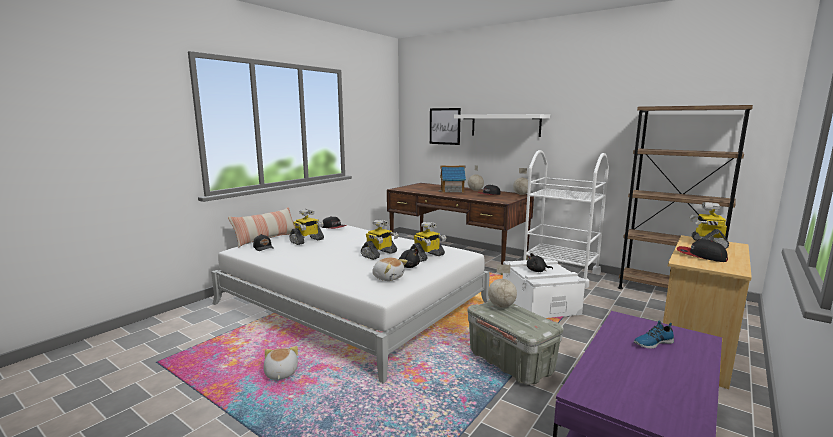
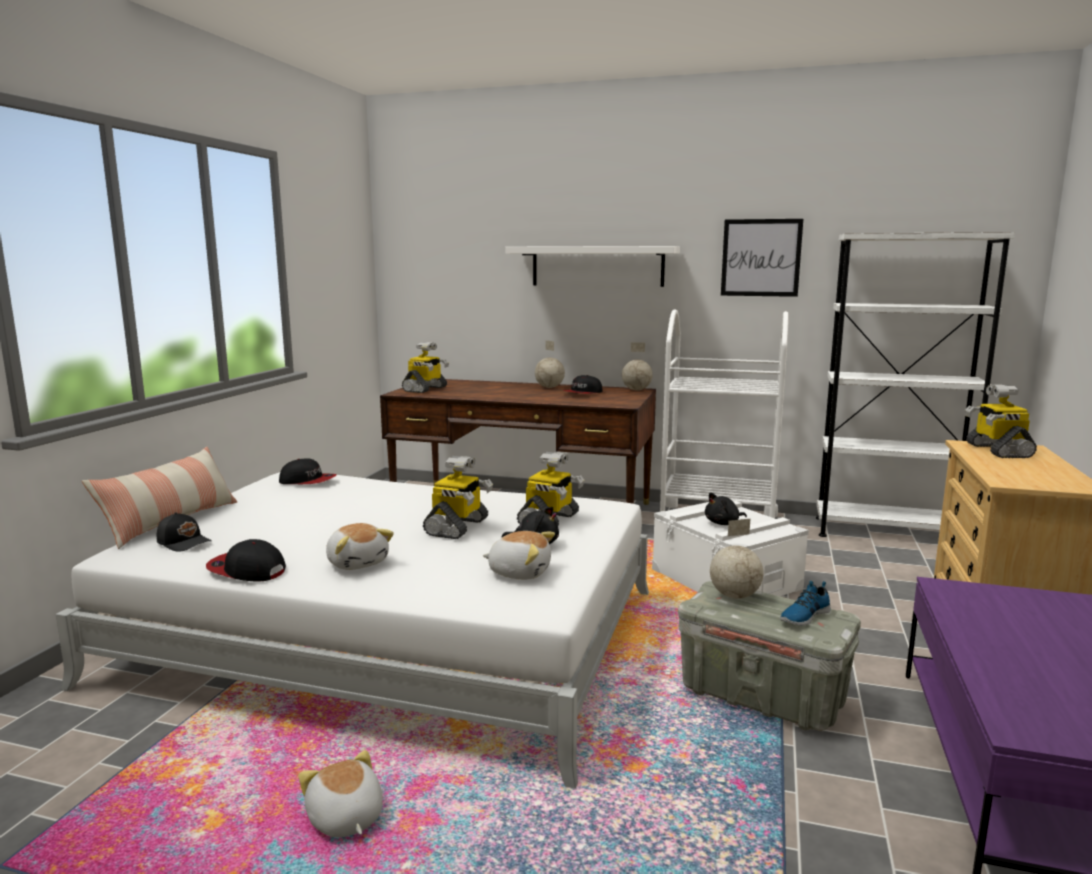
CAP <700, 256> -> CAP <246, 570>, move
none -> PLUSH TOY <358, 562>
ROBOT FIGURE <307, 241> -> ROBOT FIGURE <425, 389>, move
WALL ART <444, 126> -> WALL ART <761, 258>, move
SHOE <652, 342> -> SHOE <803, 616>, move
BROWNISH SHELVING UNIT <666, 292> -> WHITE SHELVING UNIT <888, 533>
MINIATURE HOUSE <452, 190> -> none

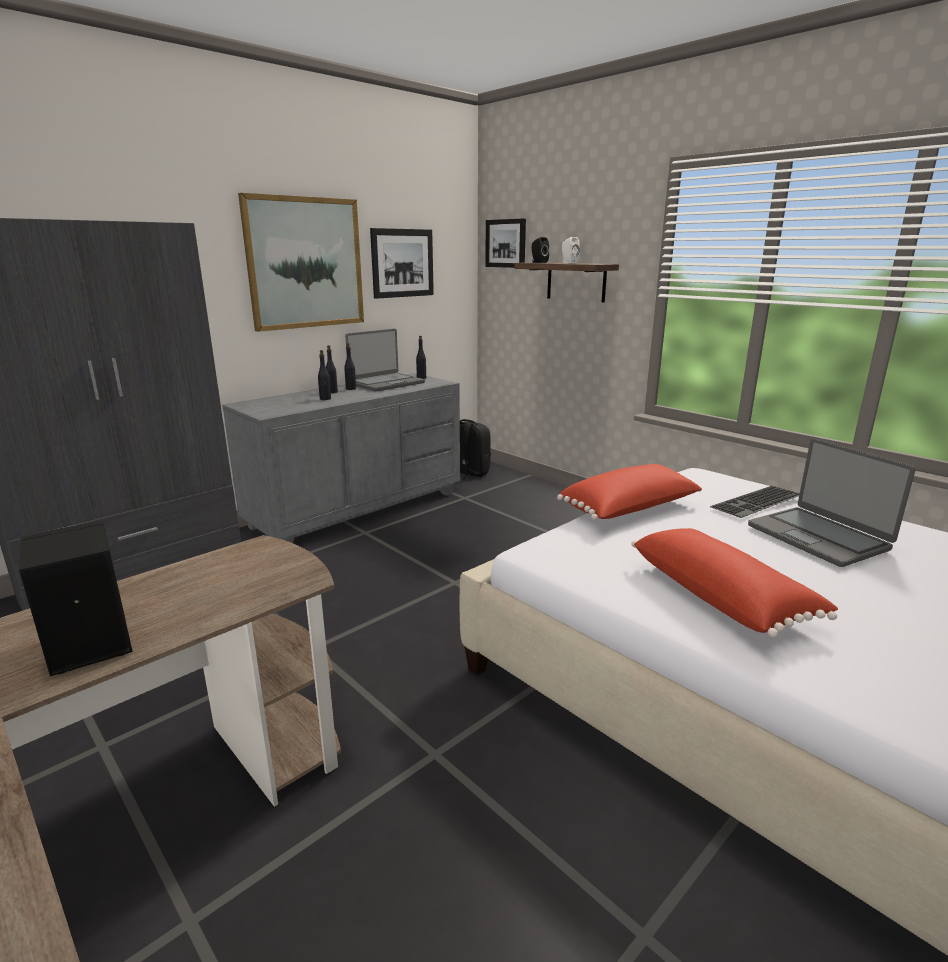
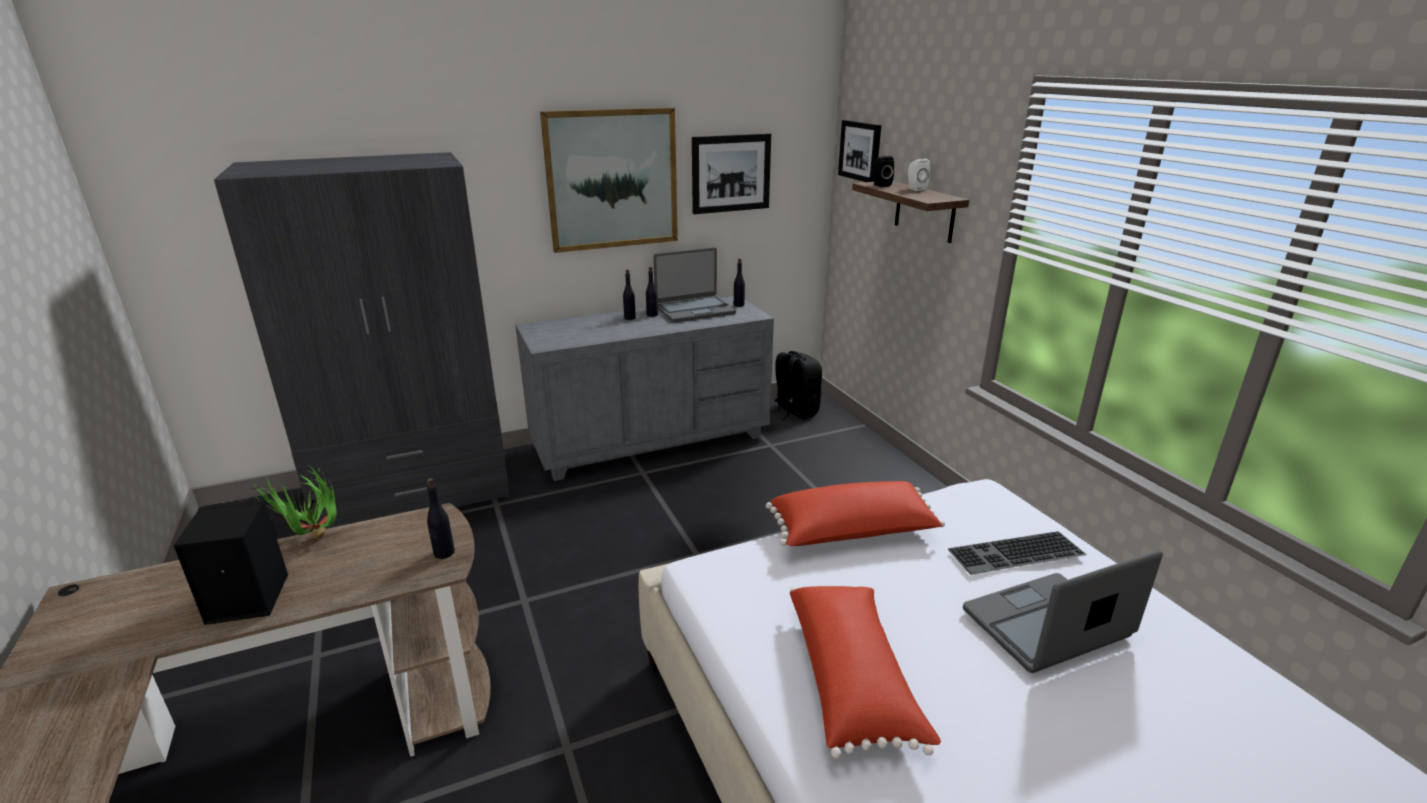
none -> HOUSEPLANT <313, 542>
BLACKISH BOTTLE <325, 399> -> BLACKISH BOTTLE <444, 553>, move
NOTEBOOK COMPUTER <818, 537> -> NOTEBOOK COMPUTER <1047, 625>, 75 degrees clockwise

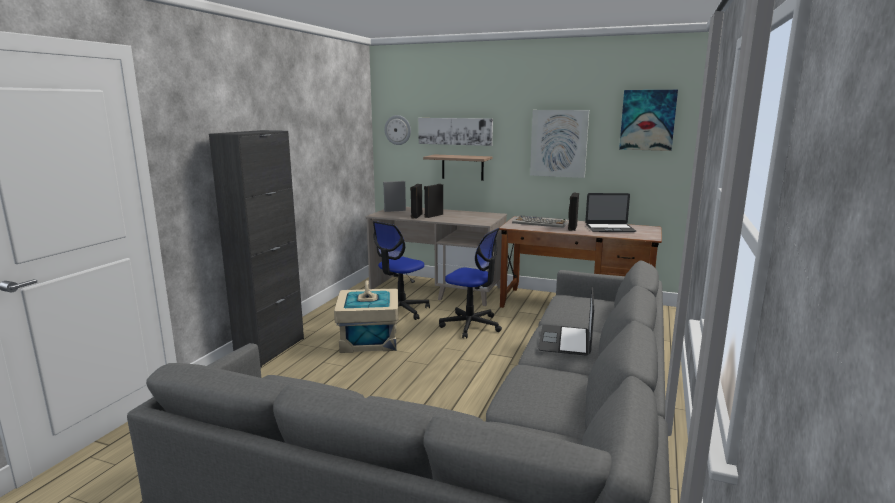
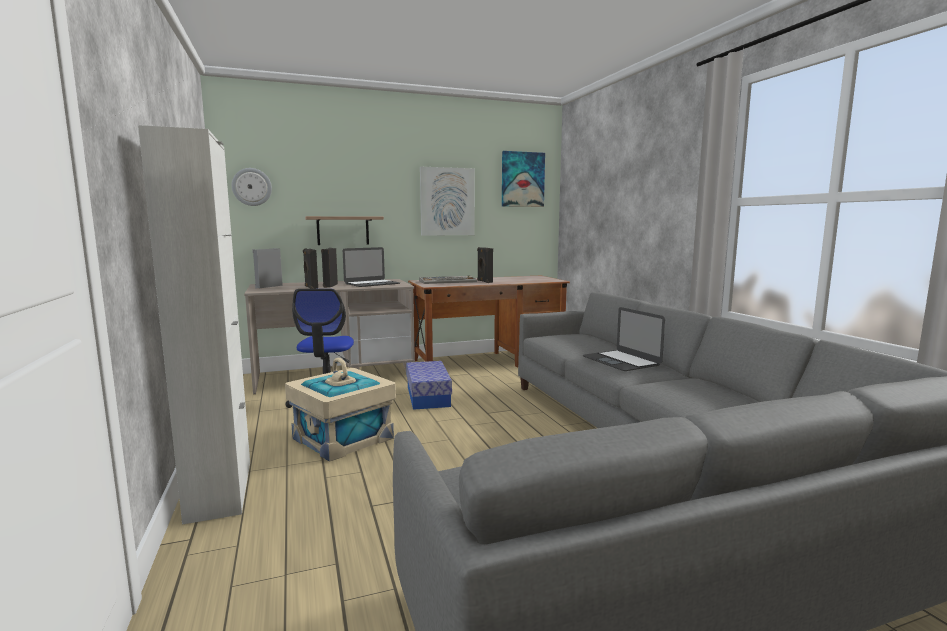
BLACKISH STORAGE CABINET <270, 350> -> WHITE STORAGE CABINET <220, 490>
NOTEBOOK COMPUTER <610, 228> -> NOTEBOOK COMPUTER <372, 283>, move
OFFICE CHAIR <471, 325> -> STORAGE BOX <428, 396>
WALL ART <455, 131> -> none

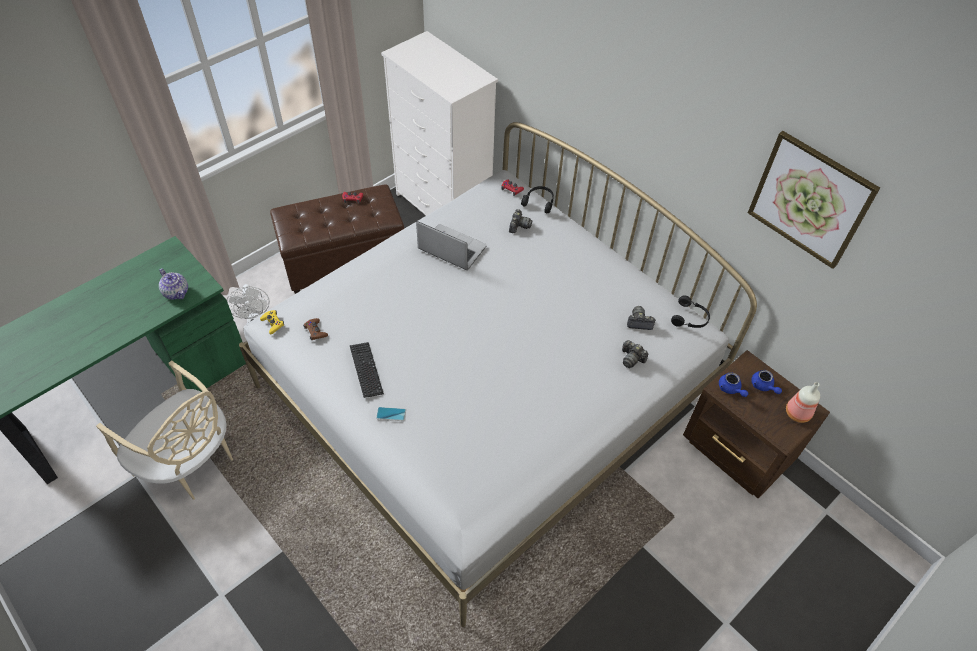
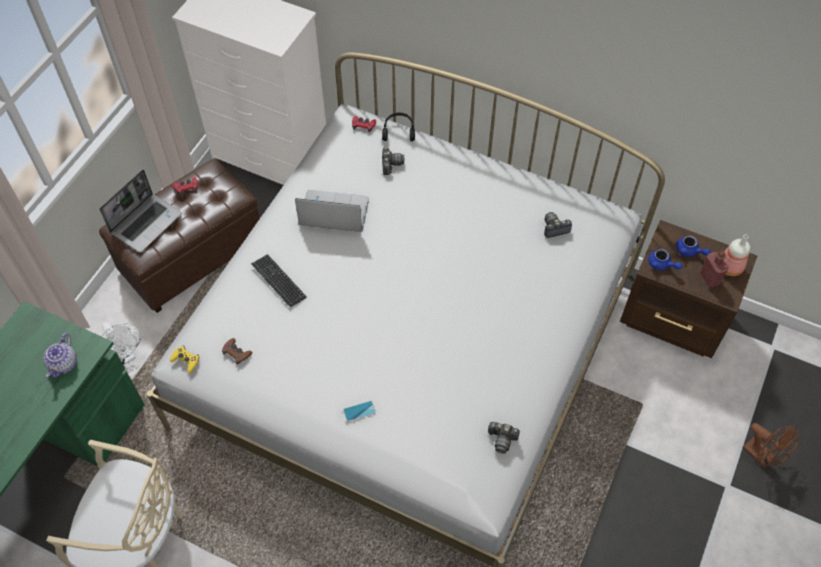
POT FOR TEA <177, 292> -> POT FOR TEA <64, 364>, 75 degrees clockwise
none -> NOTEBOOK COMPUTER <146, 223>
COMPUTER KEYBOARD <366, 370> -> COMPUTER KEYBOARD <279, 281>, move
STILL CAMERA <631, 358> -> STILL CAMERA <502, 439>, move
none -> RED BOTTLE <709, 278>
none -> BROWNISH FAN <762, 456>
BLACKISH HEADSET <690, 318> -> none
WALL ART <810, 199> -> none

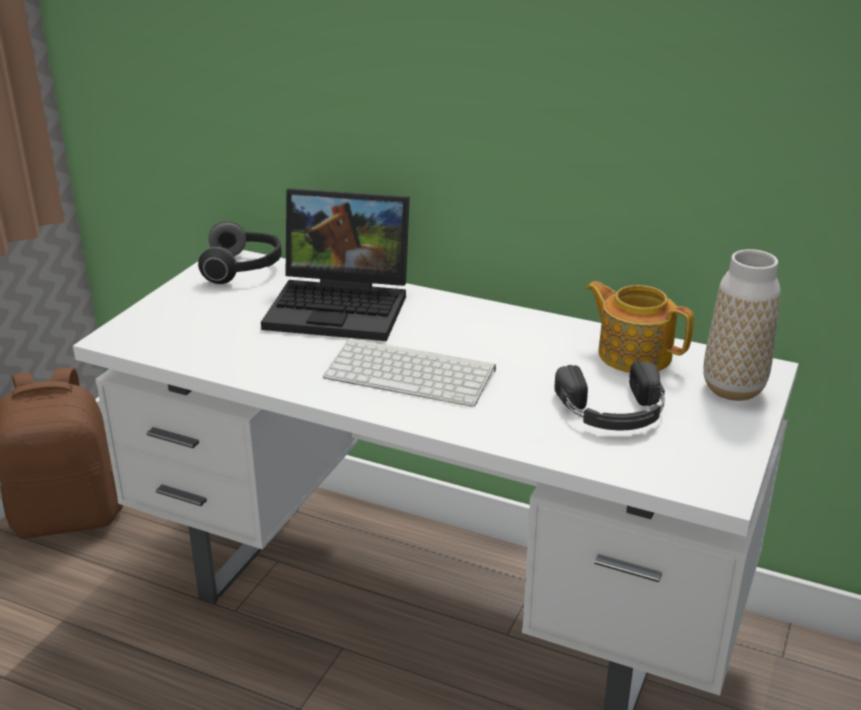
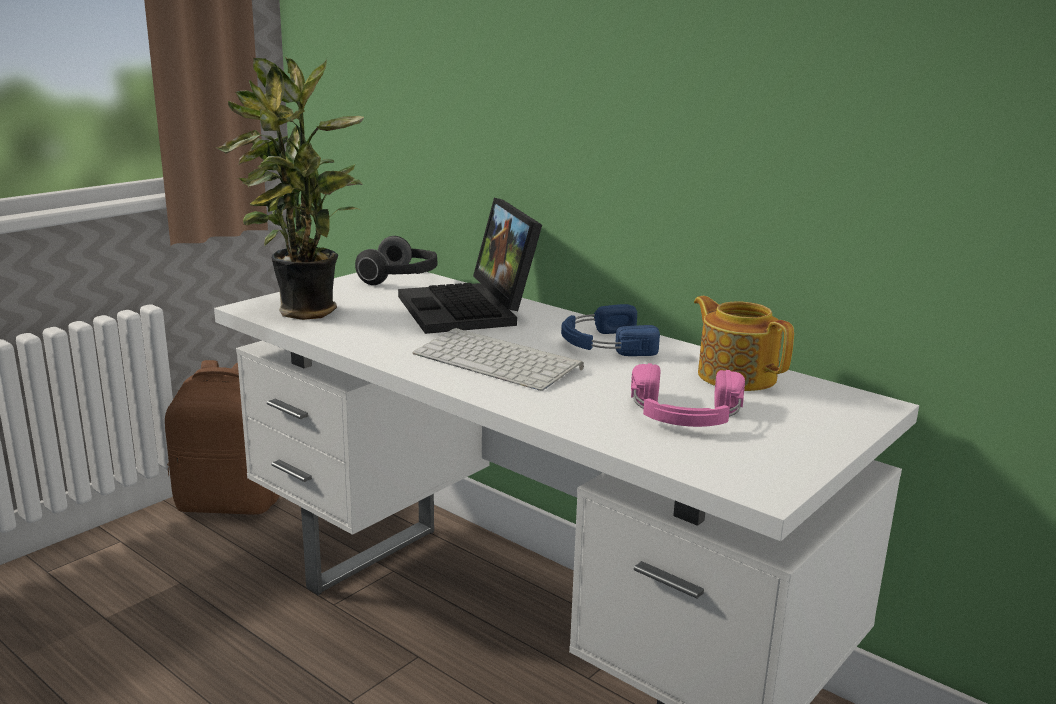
none -> HOUSEPLANT <305, 313>
NOTEBOOK COMPUTER <343, 306> -> NOTEBOOK COMPUTER <470, 310>, 45 degrees clockwise
none -> BLUE HEADSET <604, 343>
BLACKISH HEADSET <613, 411> -> PINK HEADSET <685, 413>
FLOWER VASE <733, 389> -> none

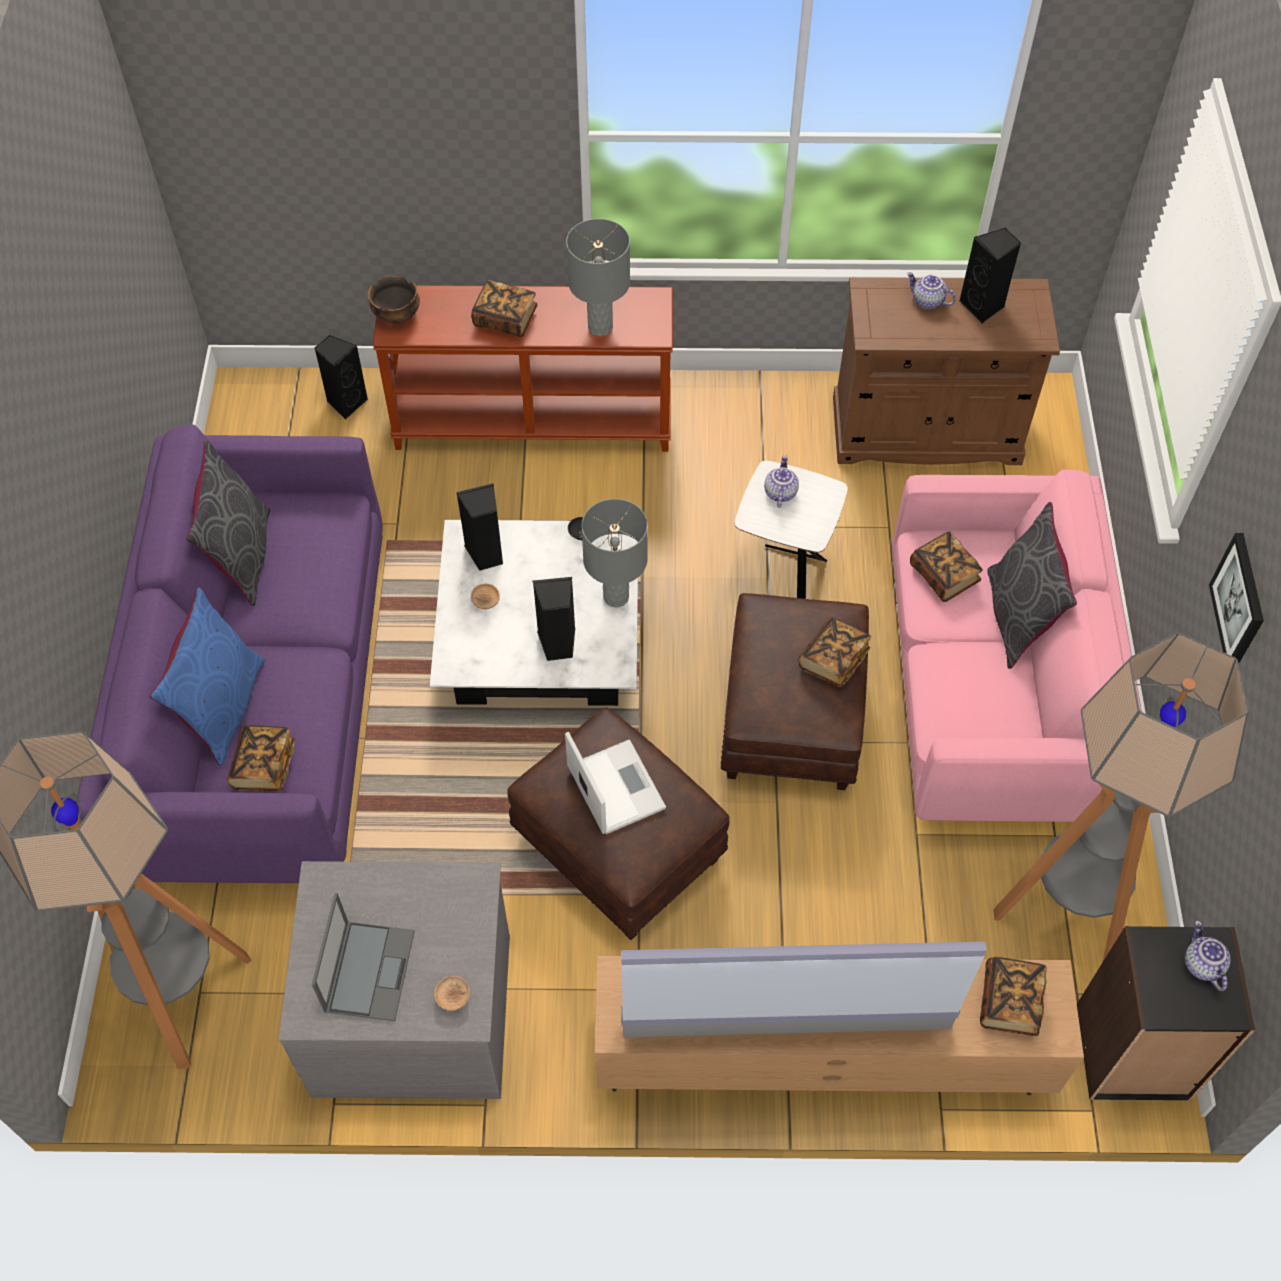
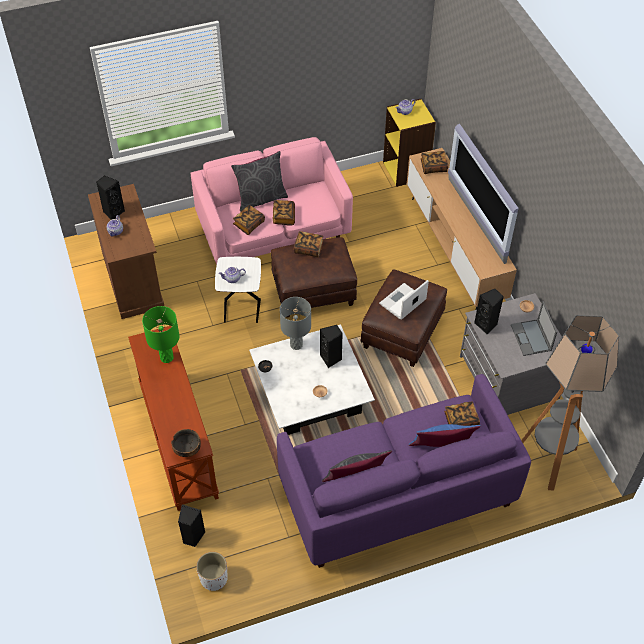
GRAY TABLETOP LAMP <600, 327> -> GREENISH TABLETOP LAMP <167, 357>
none -> WHITE FLOWER POT <214, 578>
VOLUME <505, 319> -> VOLUME <284, 217>, move
BLACKISH SHELVING UNIT <1132, 1053> -> YELLOW-COLOURED SHELVING UNIT <406, 170>
BLACKISH AUDIO SPEAKER <486, 554> -> BLACKISH AUDIO SPEAKER <486, 325>, move
NOTEBOOK COMPUTER <369, 969> -> NOTEBOOK COMPUTER <531, 338>, 90 degrees counterclockwise
STANDARD LAMP <1064, 915> -> none
WALL ART <1239, 602> -> none

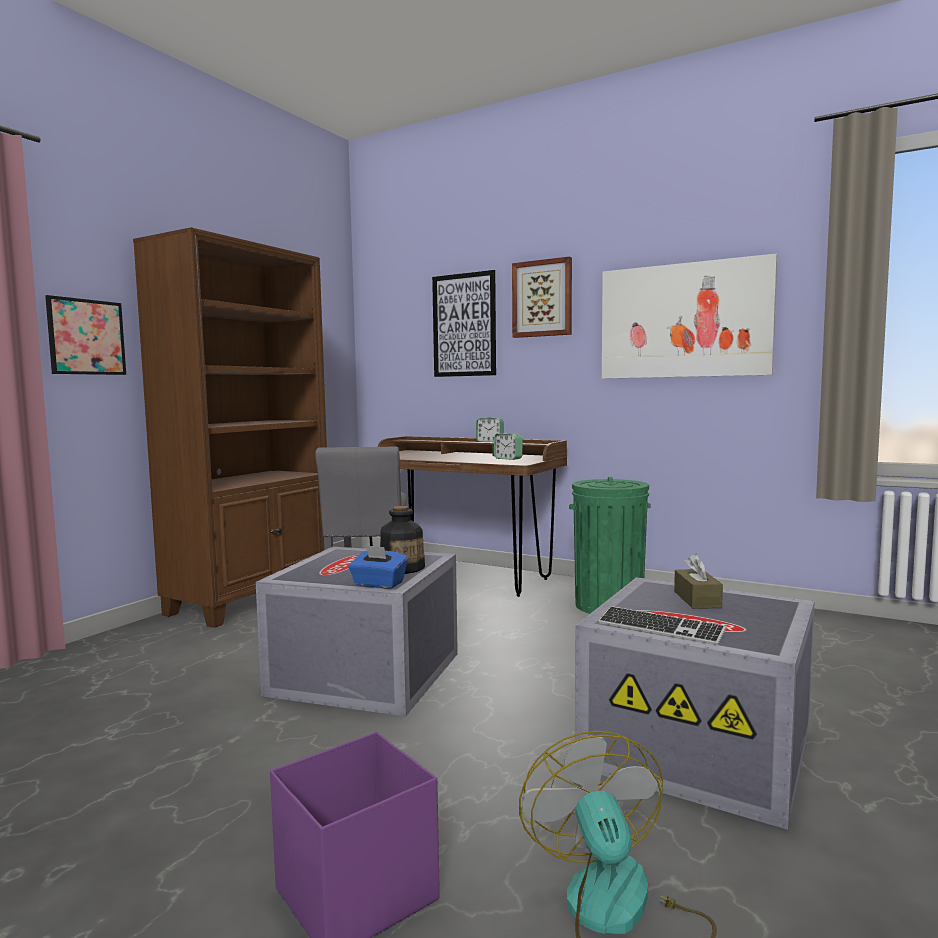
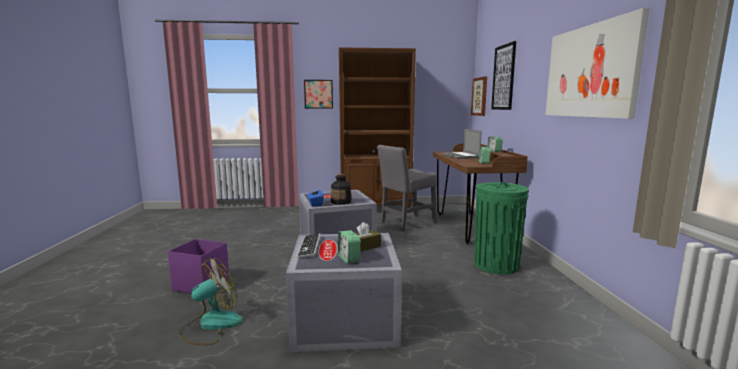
none -> TABLE CLOCK <349, 258>
none -> NOTEBOOK COMPUTER <461, 156>
WALL ART <542, 298> -> WALL ART <480, 96>, move

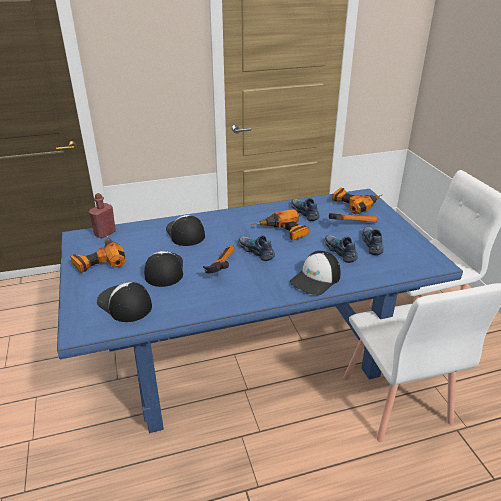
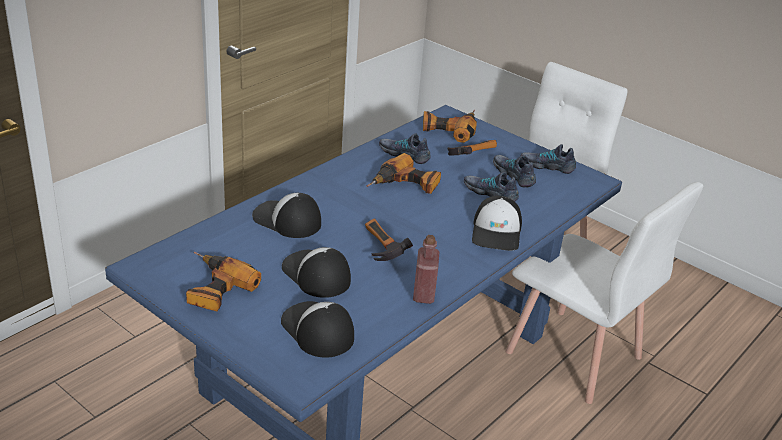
CAP <124, 304> -> CAP <317, 330>, 45 degrees clockwise
RED BOTTLE <105, 233> -> RED BOTTLE <424, 294>, move
SHOE <256, 251> -> SHOE <547, 166>, move

